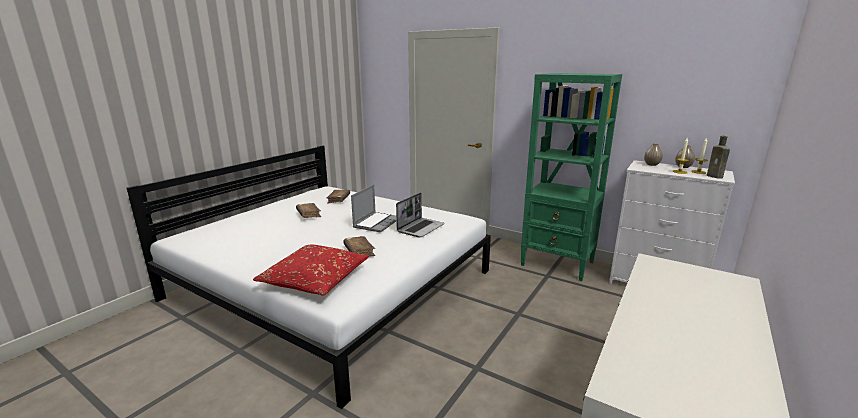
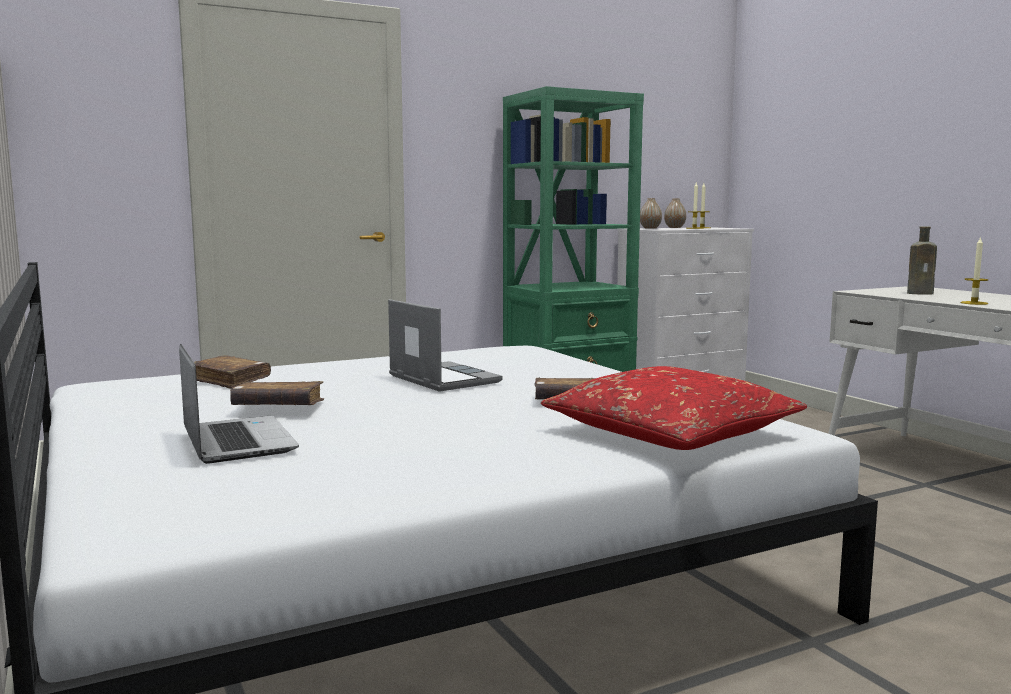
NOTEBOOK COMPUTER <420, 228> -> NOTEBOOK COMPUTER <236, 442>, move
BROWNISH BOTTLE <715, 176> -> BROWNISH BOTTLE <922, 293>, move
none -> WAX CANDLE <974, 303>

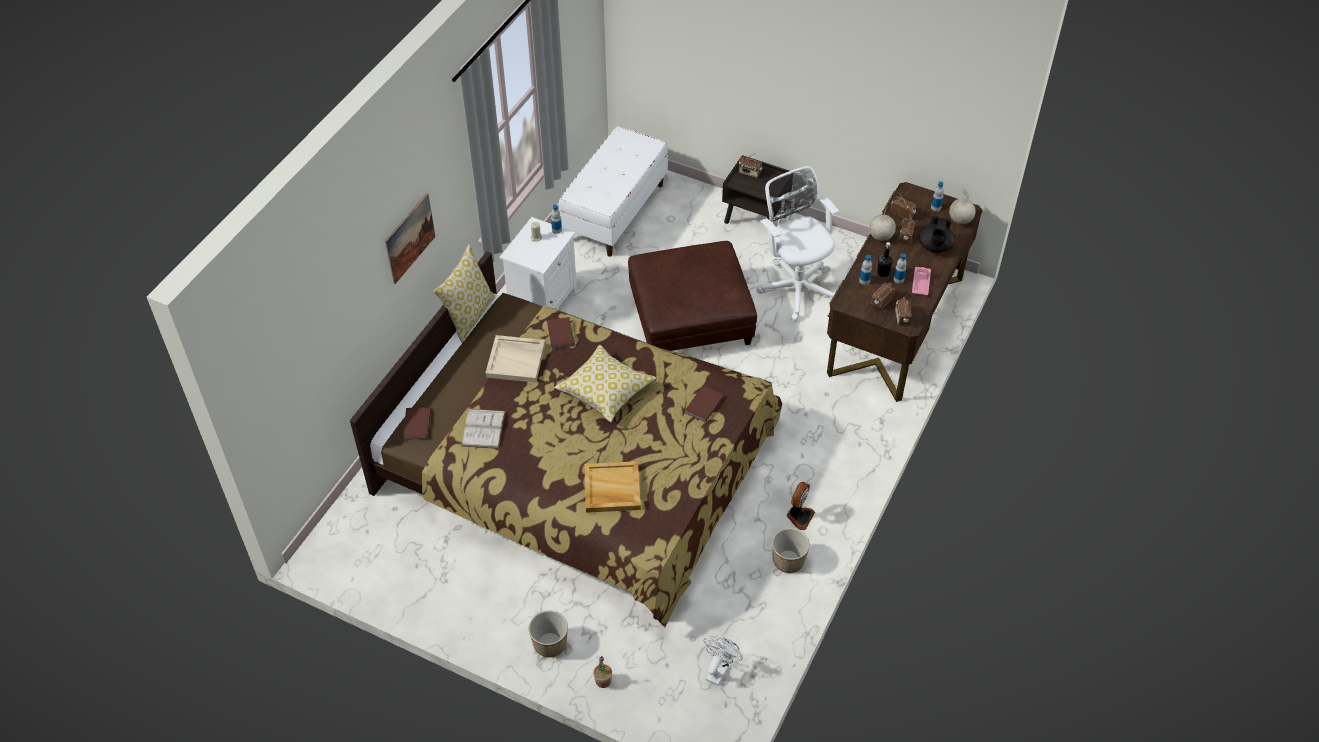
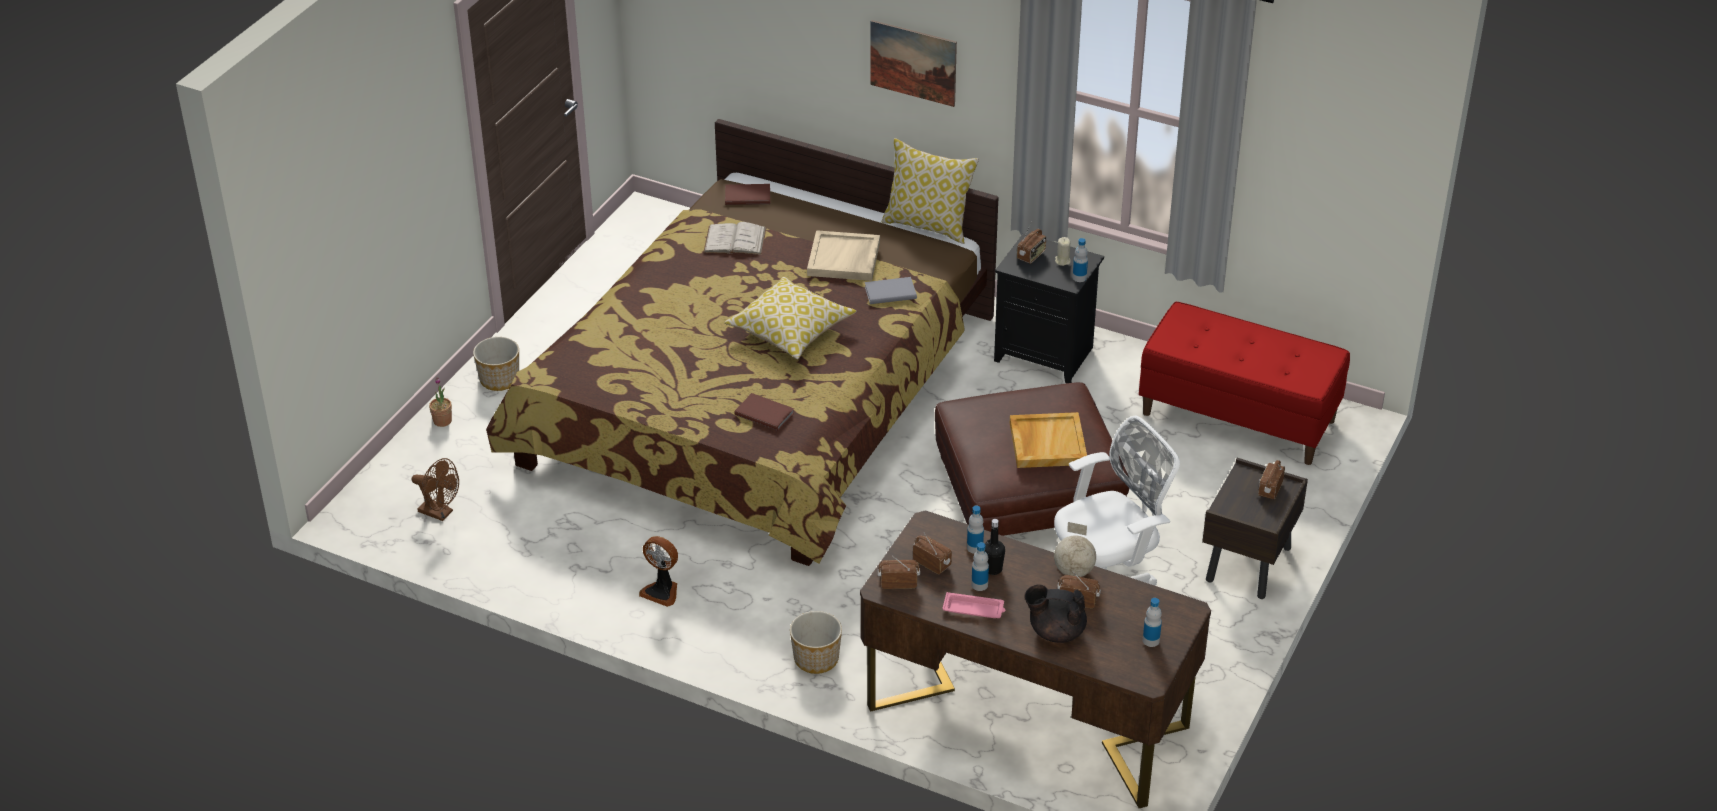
WHITE FAN <718, 669> -> BROWNISH FAN <440, 513>
FLOWER POT <788, 560> -> FLOWER POT <816, 658>, move
BROWNISH VOLUME <559, 334> -> GRAY VOLUME <889, 292>
WHITE NIGHT TABLE <542, 301> -> BLACKISH NIGHT TABLE <1046, 354>
BEIGE-COLOURED TRAY <611, 489> -> BEIGE-COLOURED TRAY <1047, 443>, move
RADIO <902, 213> -> RADIO <1031, 256>, move
WHITE BENCH <615, 212> -> RED BENCH <1239, 417>
GLOBE <960, 220> -> none

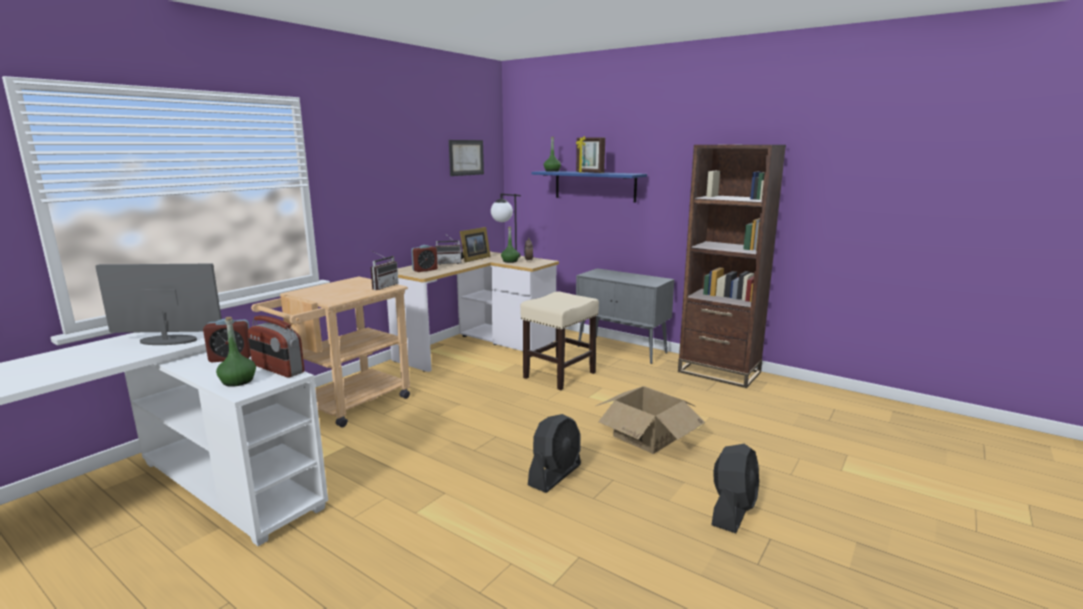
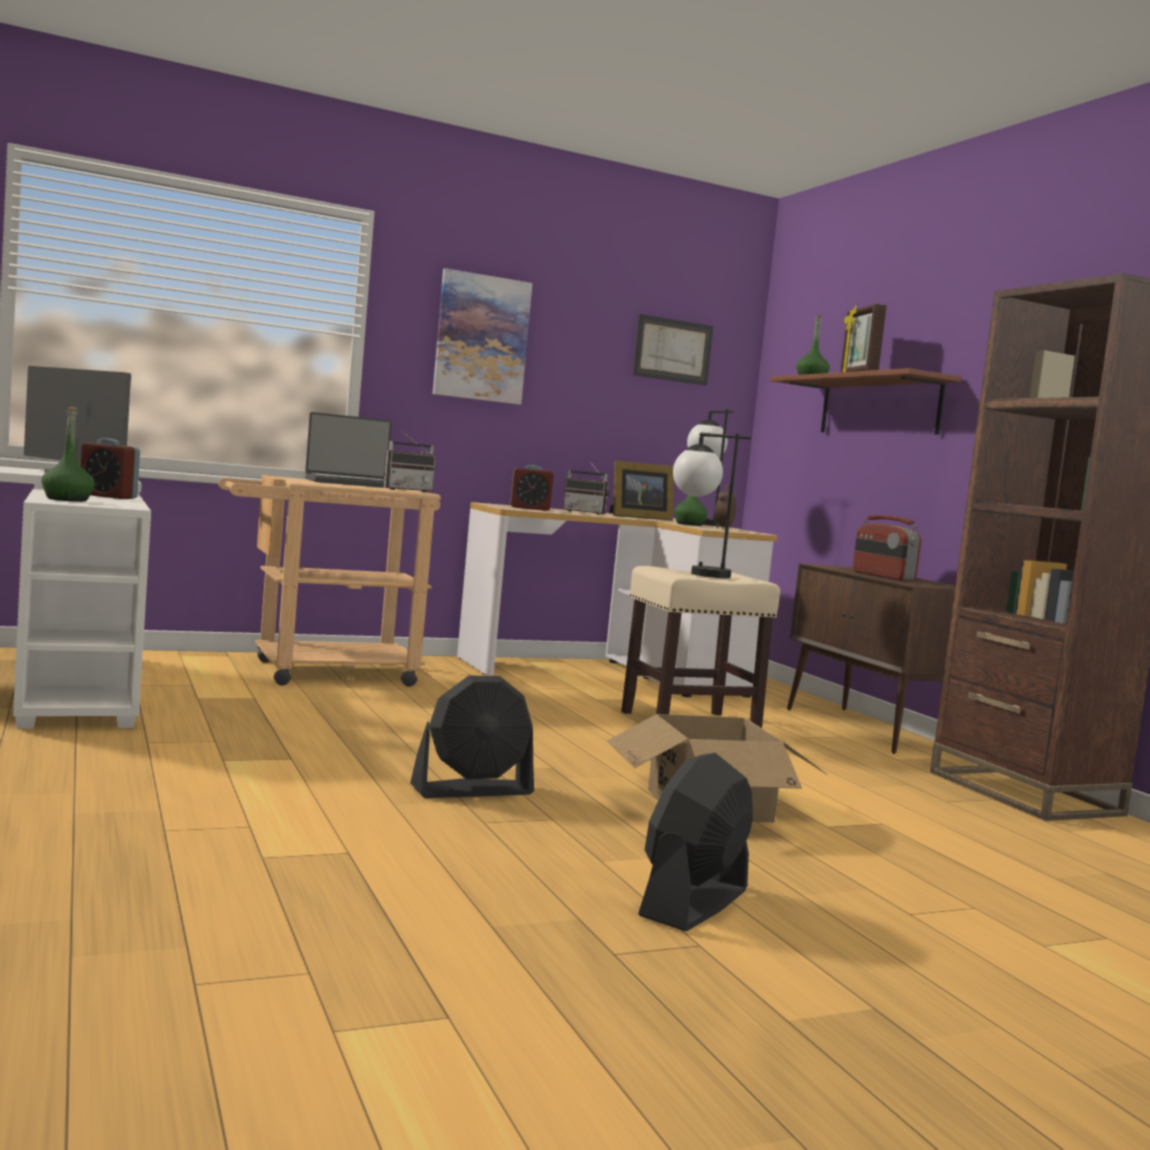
none -> NOTEBOOK COMPUTER <351, 483>
none -> WALL ART <481, 338>
BLACKISH FAN <732, 511> -> BLACKISH FAN <694, 903>, 150 degrees clockwise
none -> TABLETOP LAMP <696, 573>
BLUE BRACKET SHELF <594, 186> -> BROWNISH BRACKET SHELF <879, 406>
GRAY STORAGE CABINET <622, 350> -> BROWNISH STORAGE CABINET <868, 730>
RADIO <277, 369> -> RADIO <882, 576>, move

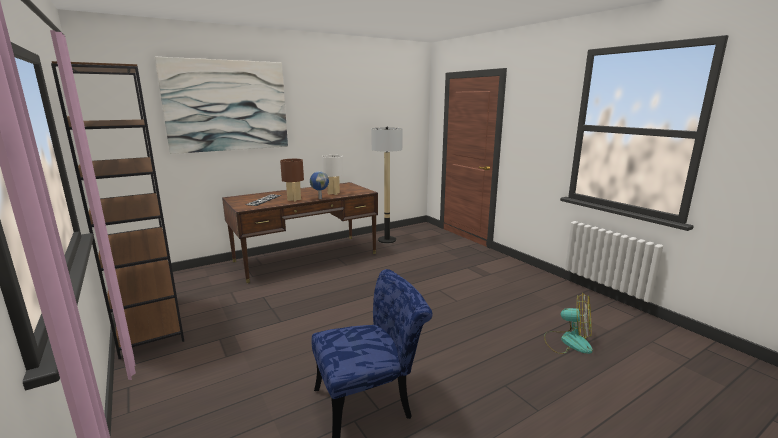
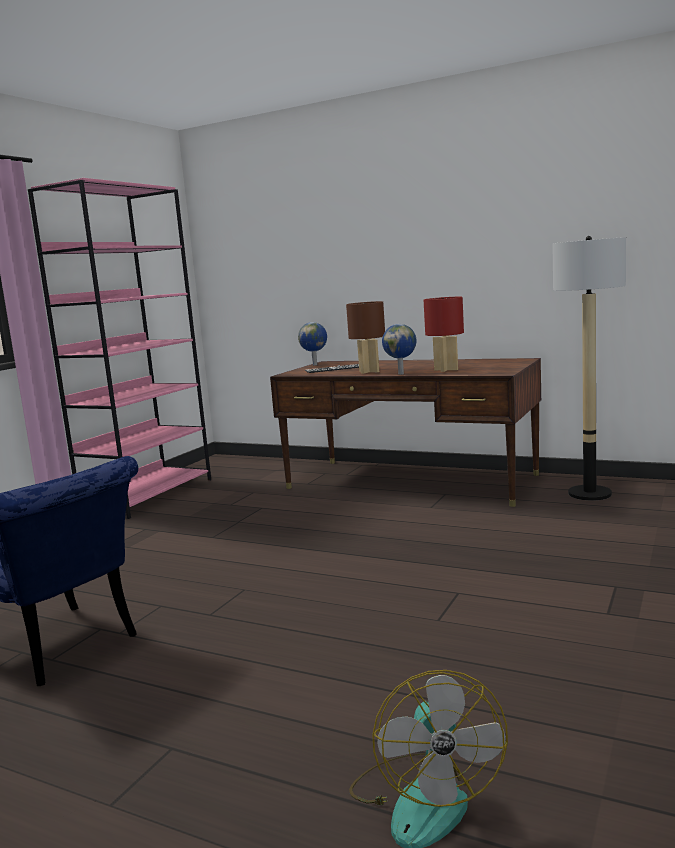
BROWNISH SHELVING UNIT <149, 324> -> PINK SHELVING UNIT <148, 495>
none -> GLOBE <315, 365>
WHITE TABLETOP LAMP <333, 193> -> RED TABLETOP LAMP <445, 370>
WALL ART <227, 106> -> none

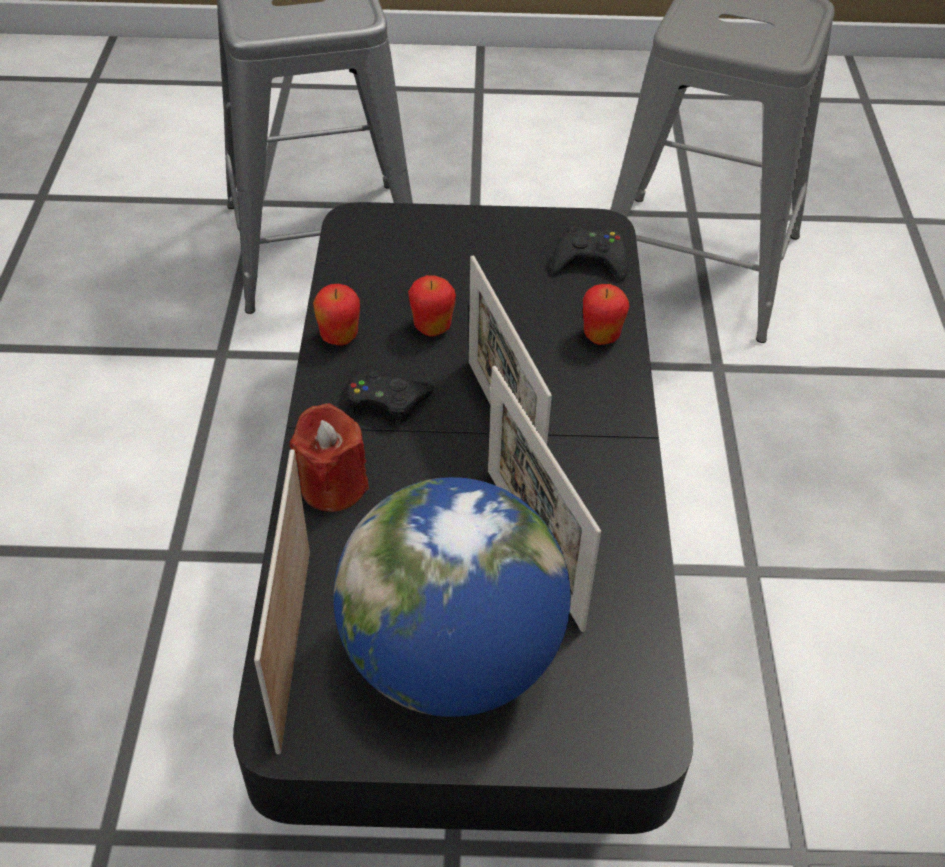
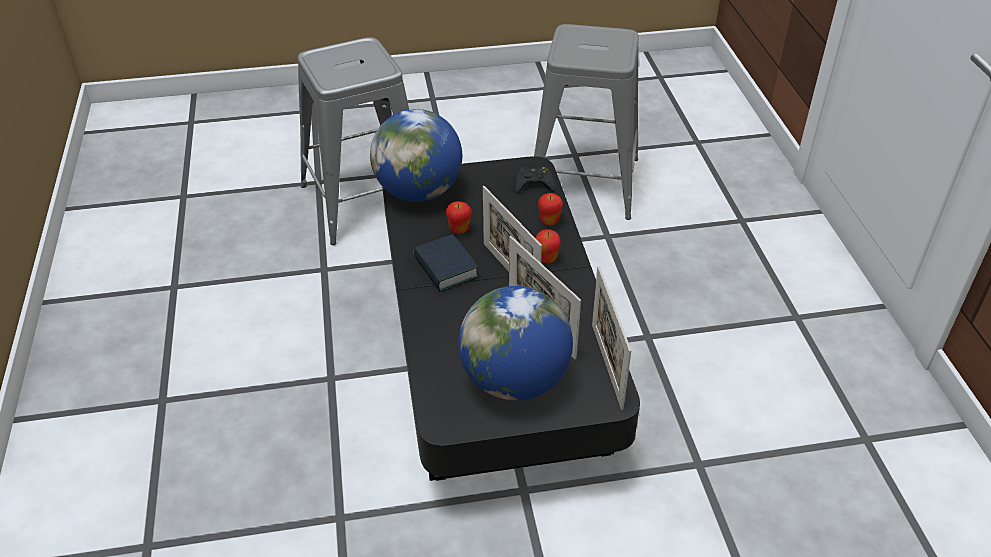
none -> GLOBE <419, 192>
BLACKISH GAMEPAD <386, 400> -> VOLUME <445, 268>
WHOLE APPLE <339, 337> -> WHOLE APPLE <547, 258>, move
STANDING FRAME <294, 646> -> STANDING FRAME <607, 365>, move
RED WAX CANDLE <333, 486> -> none

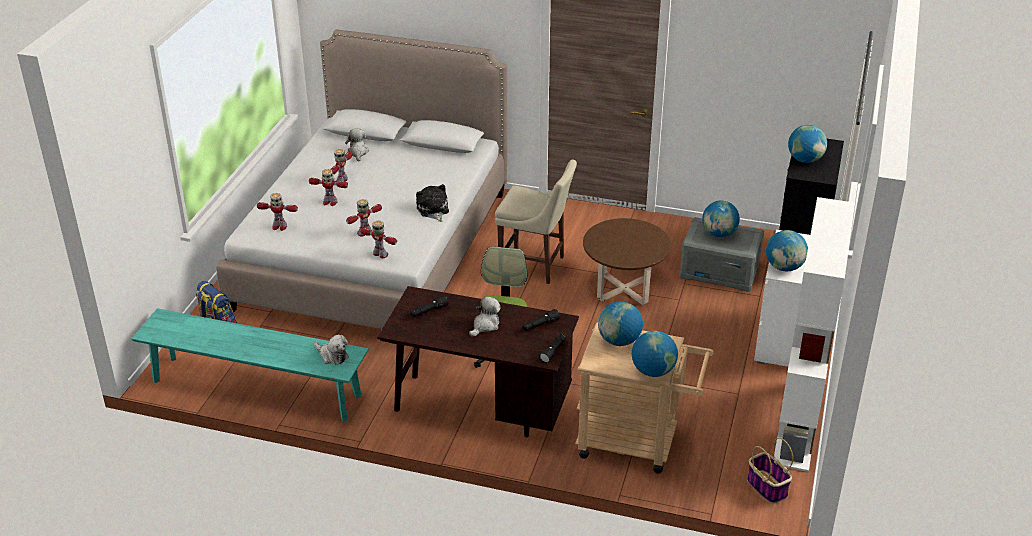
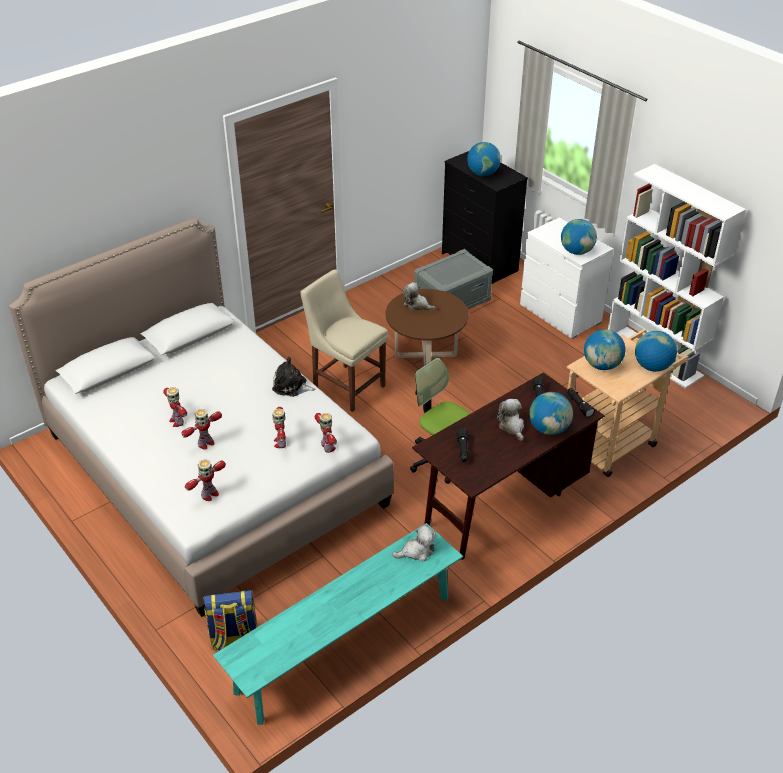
BEIGE-COLOURED UPRIGHT CHAIR <535, 266> -> BEIGE-COLOURED UPRIGHT CHAIR <346, 386>, 105 degrees counterclockwise
ROBOT FIGURE <380, 254> -> ROBOT FIGURE <327, 447>, 90 degrees clockwise
PLUSH TOY <358, 152> -> PLUSH TOY <417, 305>, move
GLOBE <719, 234> -> GLOBE <549, 429>, move
BASKET <766, 487> -> none

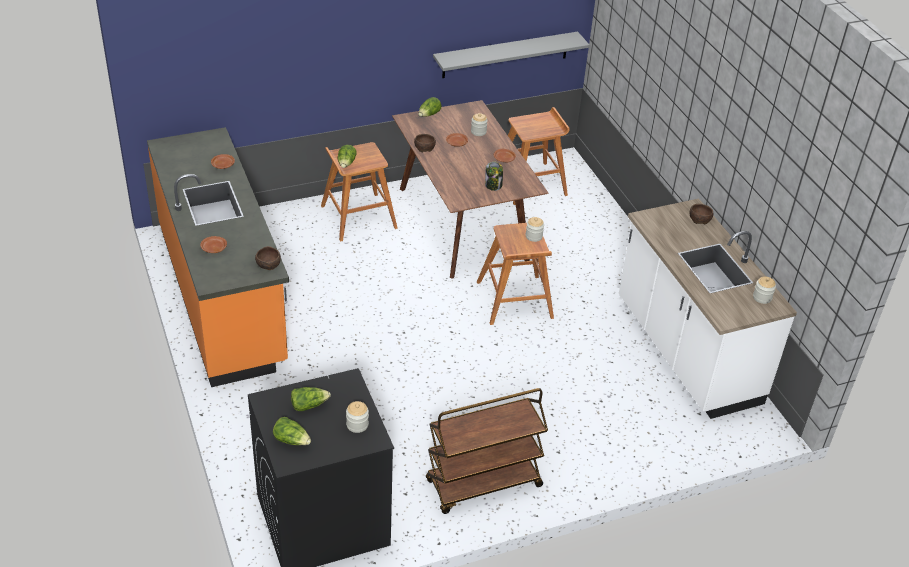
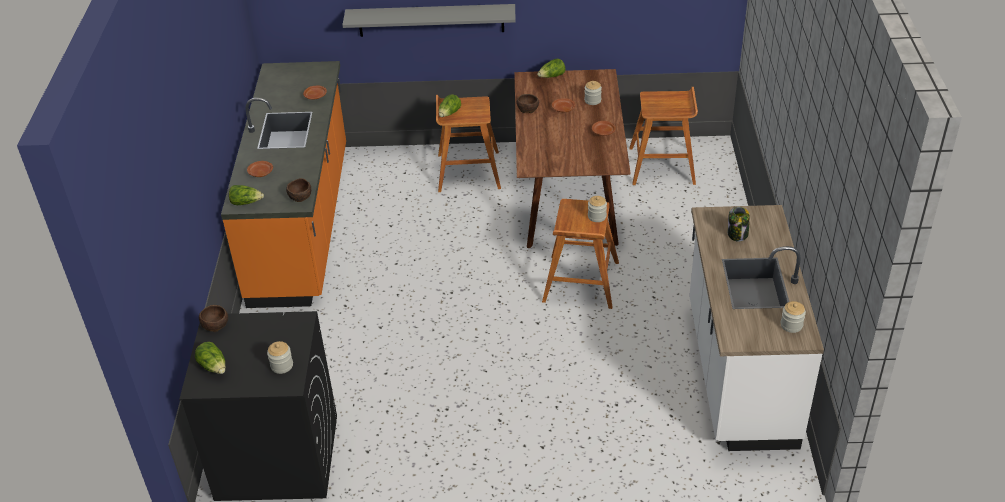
BROWNISH DEEP DISH <699, 219> -> BROWNISH DEEP DISH <215, 324>, move
LETTUCE HEAD <308, 405> -> LETTUCE HEAD <246, 202>, move
GRAY BRACKET SHELF <505, 55> -> GRAY BRACKET SHELF <431, 20>, move
JAR <493, 185> -> JAR <737, 234>, move
BROWNISH TROLLEY <483, 484> -> none

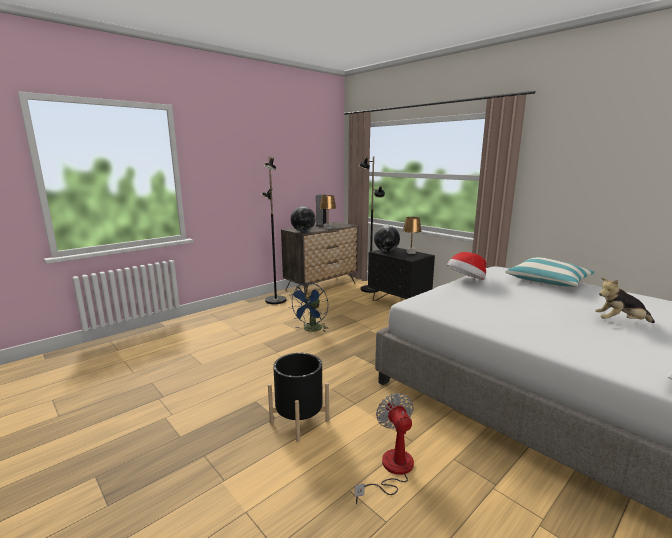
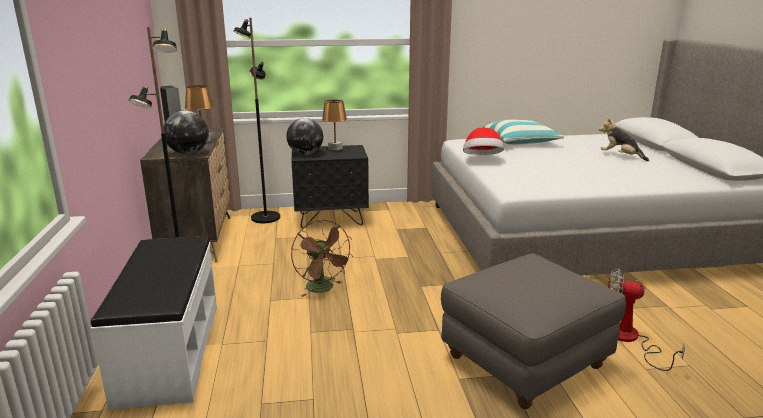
none -> WHITE BENCH <168, 352>
BLUE FAN <311, 330> -> BROWNISH FAN <323, 289>
BLACKISH FLOWER POT <299, 421> -> GRAY OTTOMAN <524, 361>
PLUSH TOY <620, 322> -> PLUSH TOY <620, 156>, 90 degrees clockwise

